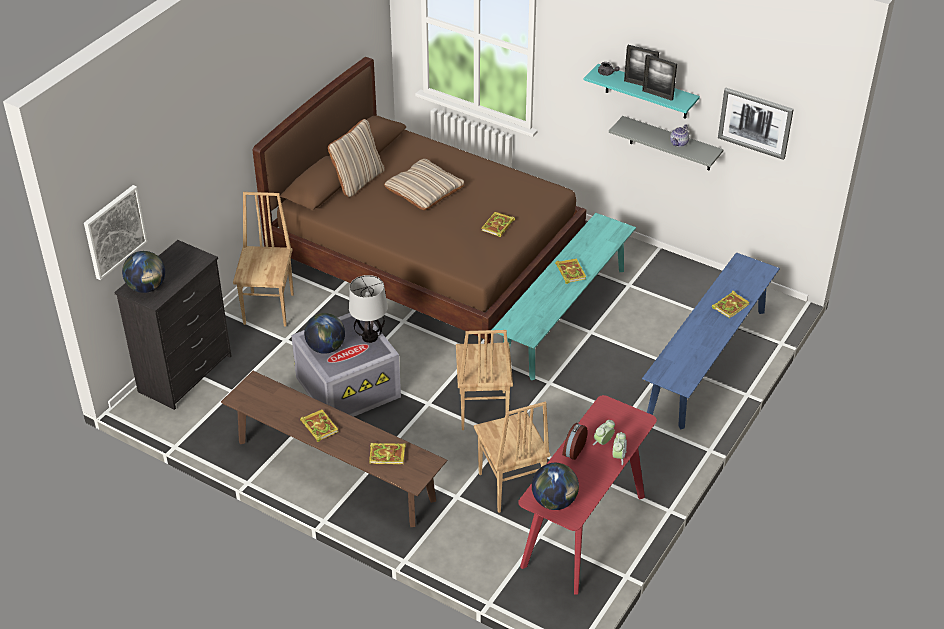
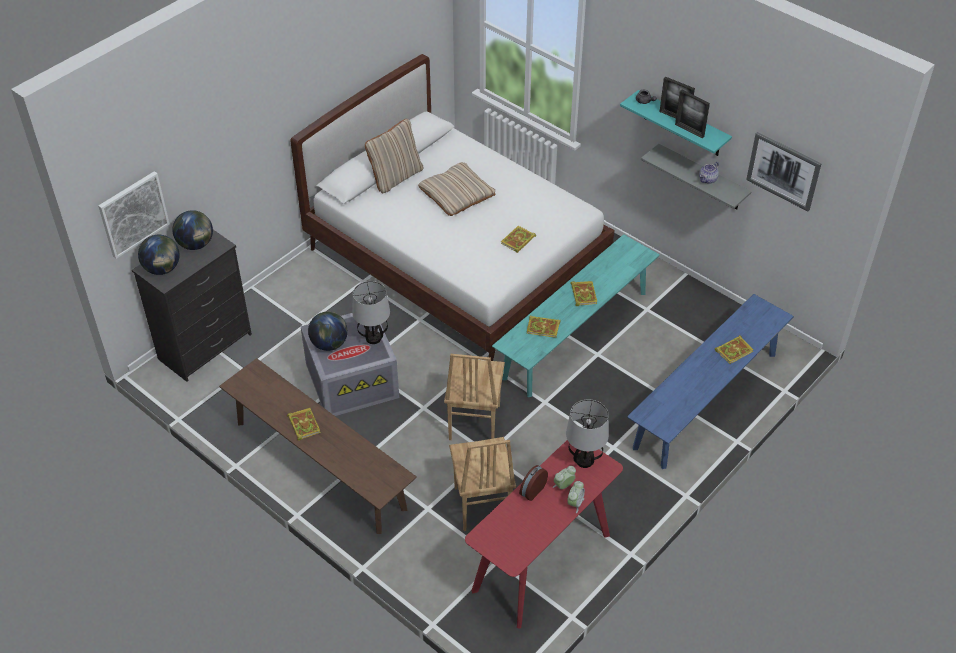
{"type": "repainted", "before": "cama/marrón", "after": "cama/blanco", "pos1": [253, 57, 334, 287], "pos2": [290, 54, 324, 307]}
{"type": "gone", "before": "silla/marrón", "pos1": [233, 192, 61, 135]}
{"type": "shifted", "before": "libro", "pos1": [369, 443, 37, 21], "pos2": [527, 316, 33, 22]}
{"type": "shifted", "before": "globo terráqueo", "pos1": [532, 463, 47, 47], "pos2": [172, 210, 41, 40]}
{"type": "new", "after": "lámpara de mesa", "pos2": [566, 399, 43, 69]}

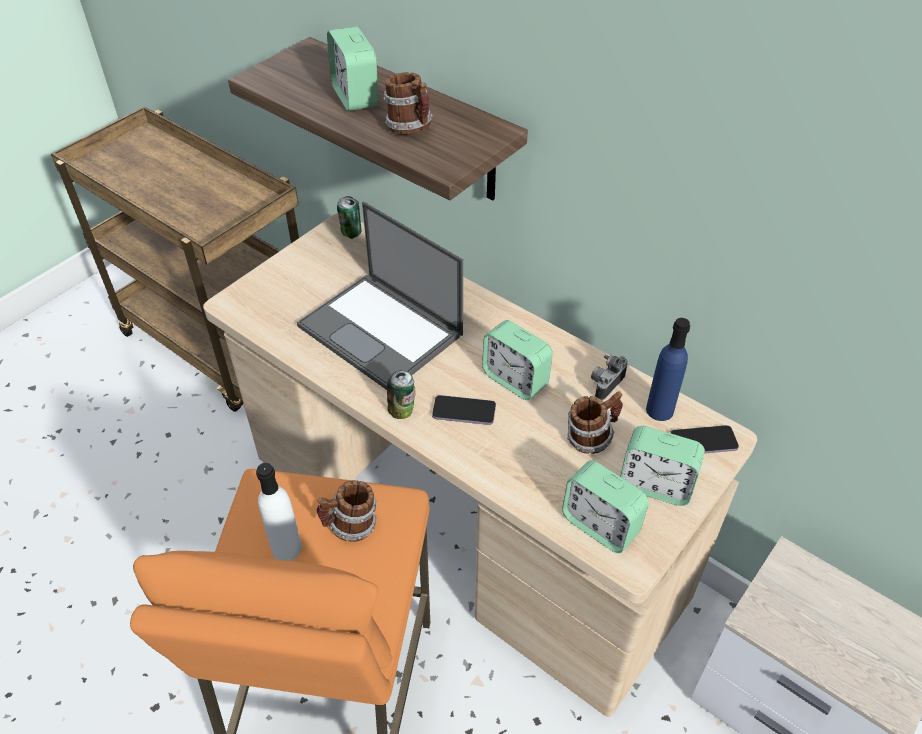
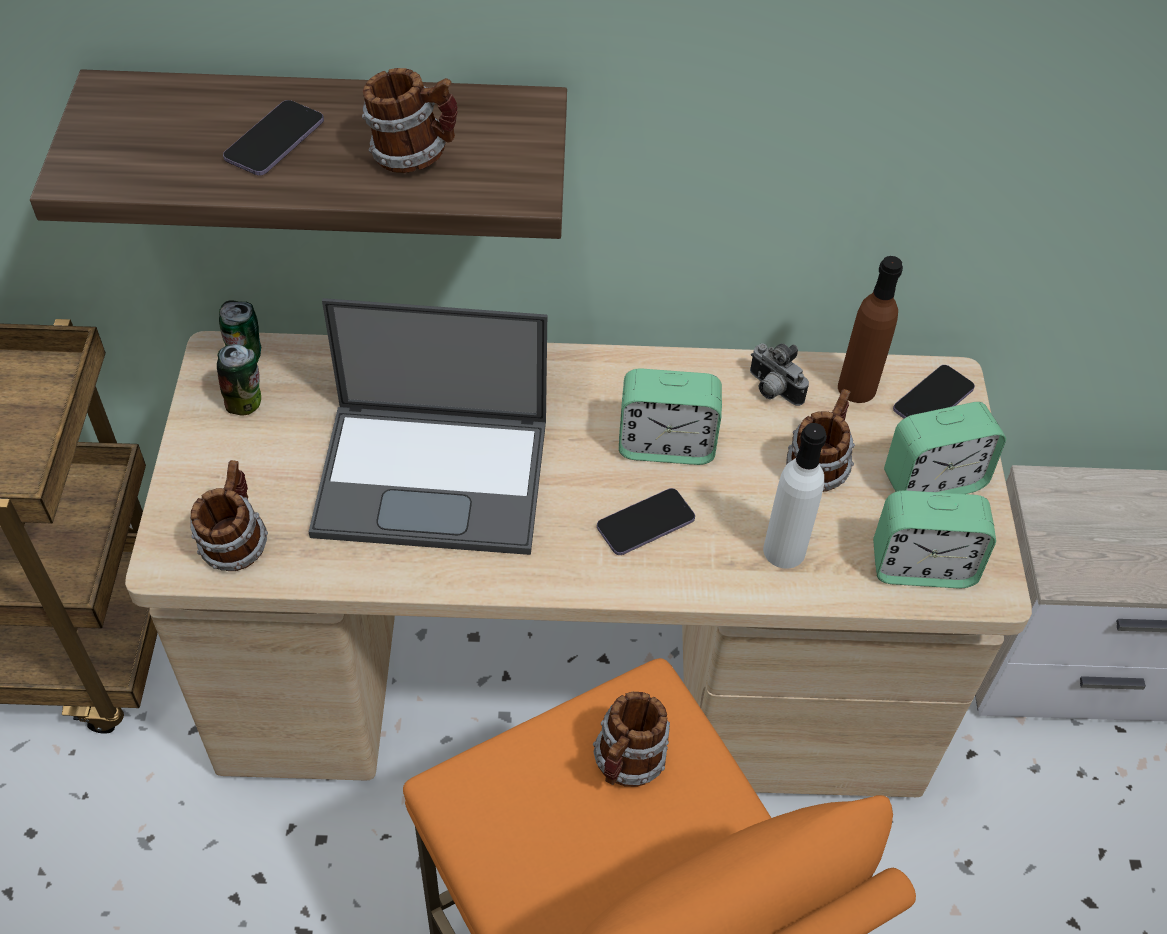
{"type": "swapped", "before": "despertador", "after": "móvil", "pos1": [327, 26, 51, 85], "pos2": [223, 100, 101, 76]}
{"type": "repainted", "before": "botella/azul", "after": "botella/marrón", "pos1": [646, 318, 44, 103], "pos2": [838, 256, 65, 147]}
{"type": "rotated", "before": "cámara", "pos1": [591, 355, 37, 46], "pos2": [750, 344, 59, 62], "turn": -45}
{"type": "shifted", "before": "lata", "pos1": [387, 370, 29, 49], "pos2": [217, 344, 44, 72]}
{"type": "shifted", "before": "botella/blanco", "pos1": [256, 463, 46, 98], "pos2": [763, 423, 64, 146]}
{"type": "new", "after": "taza grande", "pos2": [190, 460, 78, 111]}

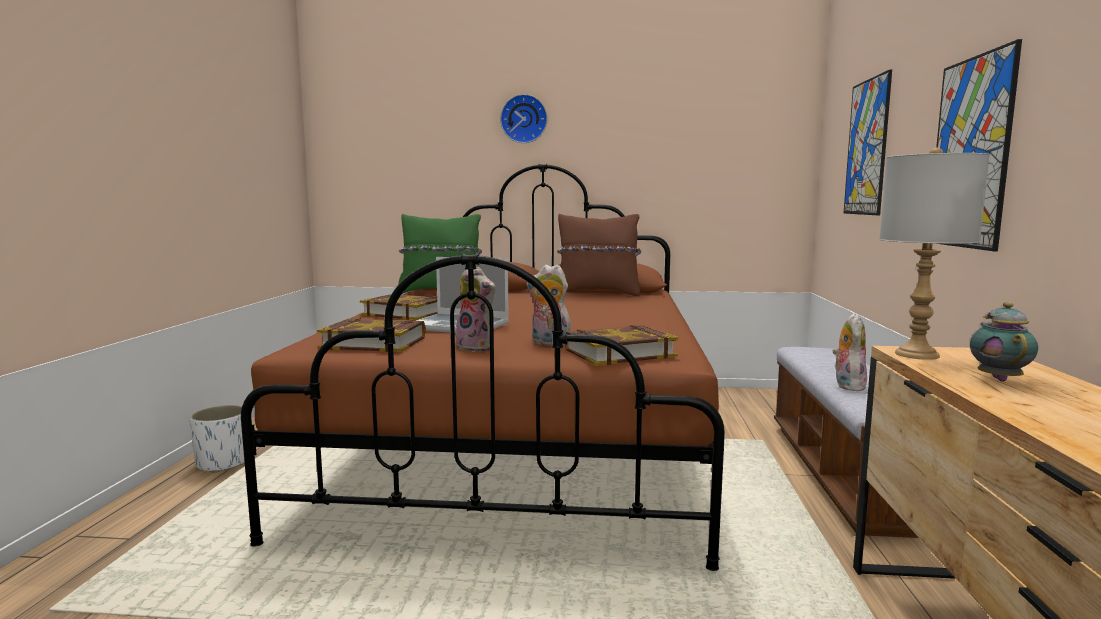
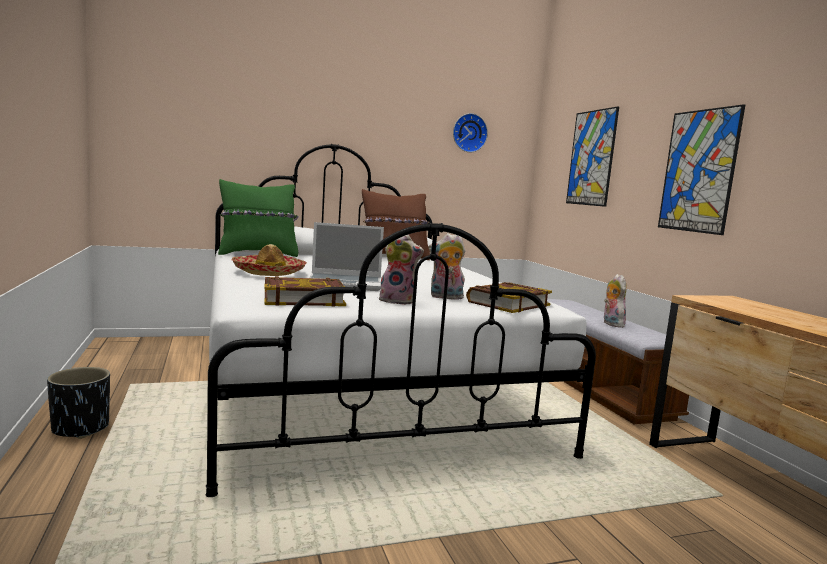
{"type": "shifted", "before": "reloj de pared", "pos1": [500, 94, 47, 49], "pos2": [453, 113, 35, 39]}
{"type": "gone", "before": "lámpara de mesa/gris", "pos1": [879, 148, 111, 212]}
{"type": "repainted", "before": "cama/marrón", "after": "cama/blanco", "pos1": [241, 164, 484, 407], "pos2": [206, 144, 390, 353]}
{"type": "swapped", "before": "libro", "after": "sombrero", "pos1": [360, 294, 78, 26], "pos2": [231, 244, 76, 32]}
{"type": "gone", "before": "tetera", "pos1": [970, 302, 68, 80]}
{"type": "repainted", "before": "maceta/blanco", "after": "maceta/negro", "pos1": [189, 405, 56, 68], "pos2": [47, 367, 63, 72]}

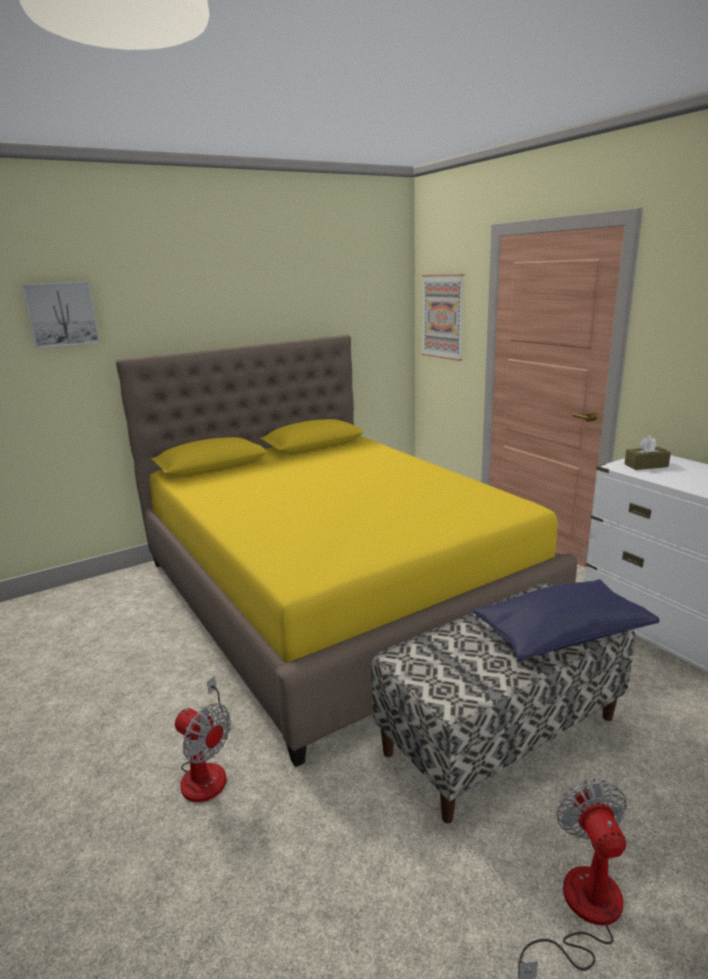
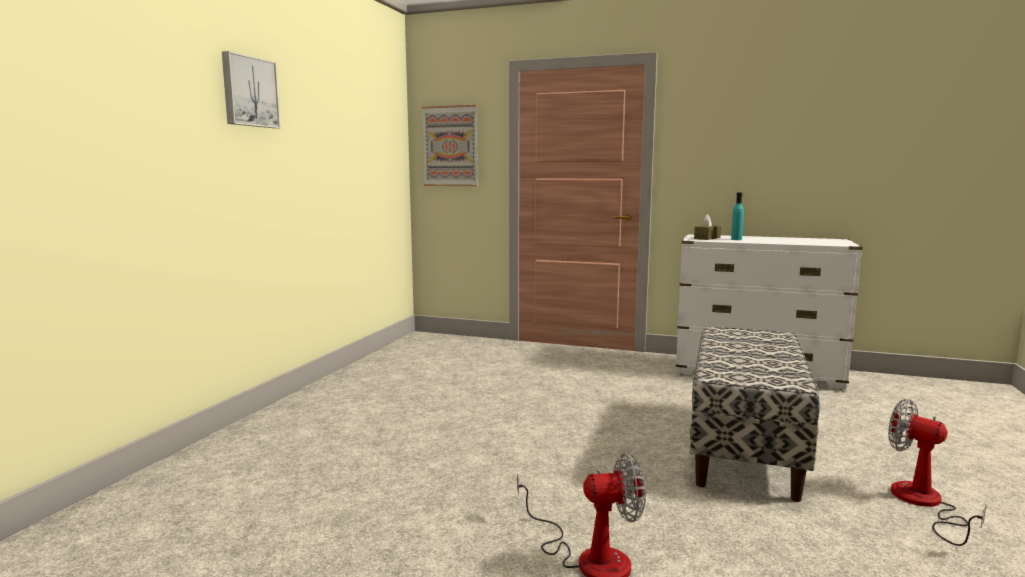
{"type": "shifted", "before": "cuadro", "pos1": [21, 282, 79, 66], "pos2": [222, 51, 58, 77]}
{"type": "gone", "before": "cama/amarillo", "pos1": [116, 335, 462, 432]}
{"type": "gone", "before": "cojín/azul", "pos1": [473, 579, 187, 81]}
{"type": "new", "after": "botella/turquesa", "pos2": [731, 192, 13, 48]}

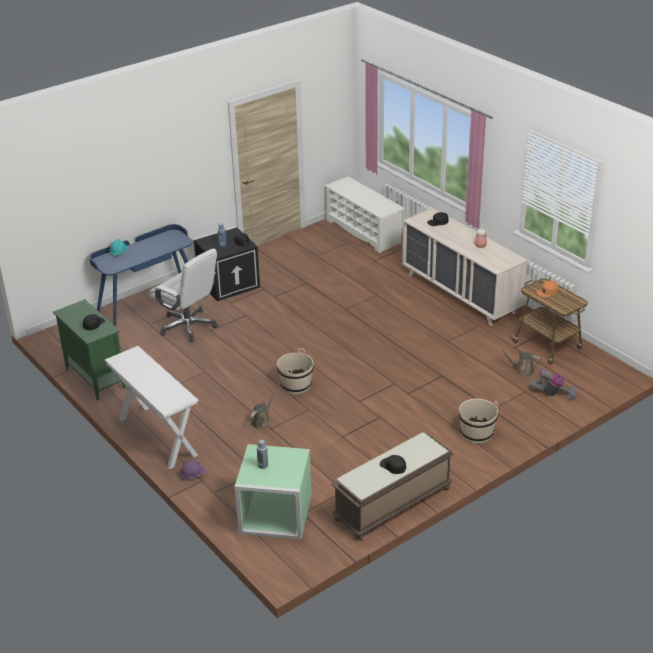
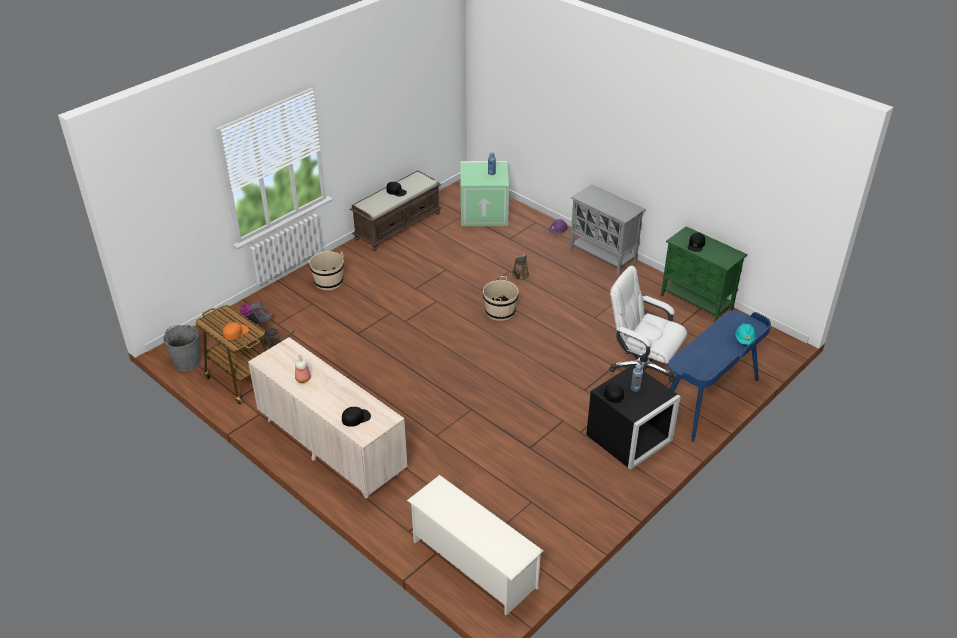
{"type": "swapped", "before": "mesa consola/blanco", "after": "armario/gris", "pos1": [104, 346, 95, 123], "pos2": [570, 184, 76, 92]}
{"type": "new", "after": "cubo/gris", "pos2": [163, 325, 38, 46]}

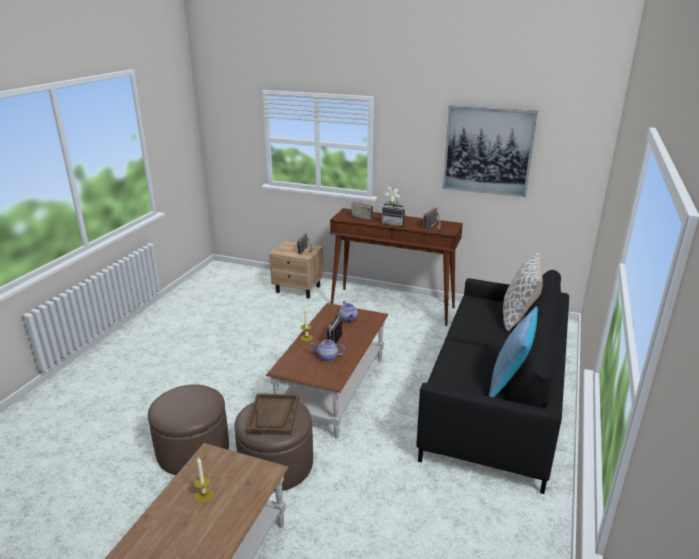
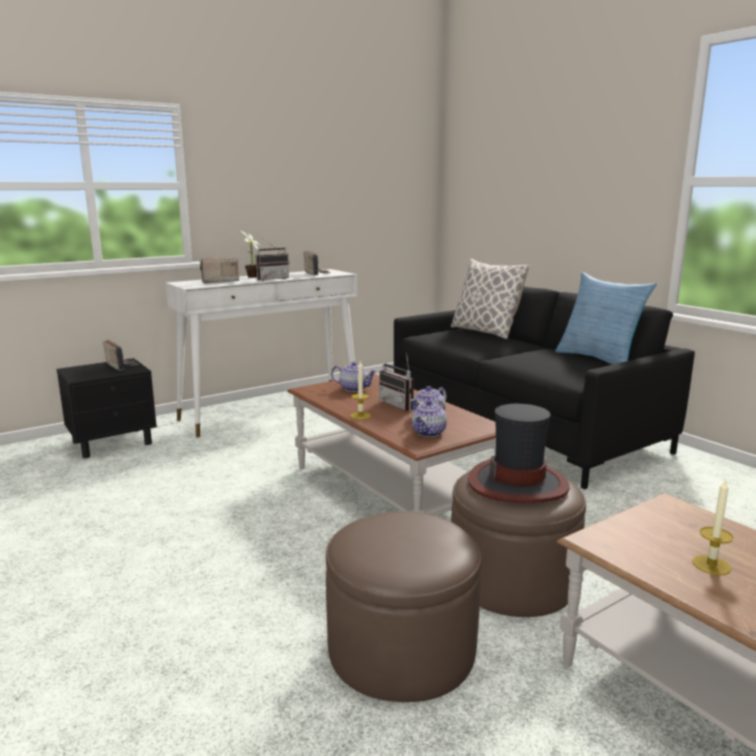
{"type": "gone", "before": "cuadro", "pos1": [443, 106, 95, 91]}
{"type": "repainted", "before": "mesa consola/marrón", "after": "mesa consola/blanco", "pos1": [330, 208, 133, 118], "pos2": [166, 269, 191, 168]}
{"type": "repainted", "before": "mesita de noche/beis", "after": "mesita de noche/negro", "pos1": [269, 241, 55, 57], "pos2": [57, 358, 100, 100]}
{"type": "swapped", "before": "bandeja/marrón", "after": "sombrero", "pos1": [246, 394, 52, 41], "pos2": [468, 404, 102, 99]}
{"type": "new", "after": "tetera", "pos2": [412, 400, 35, 37]}

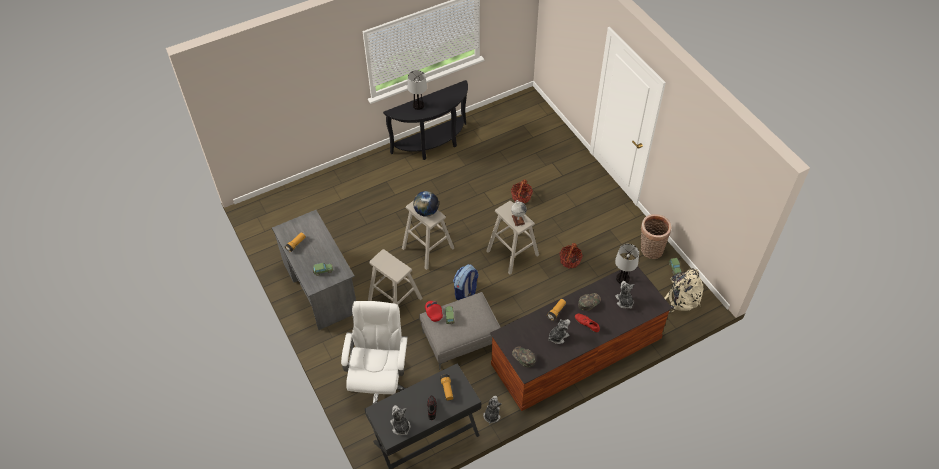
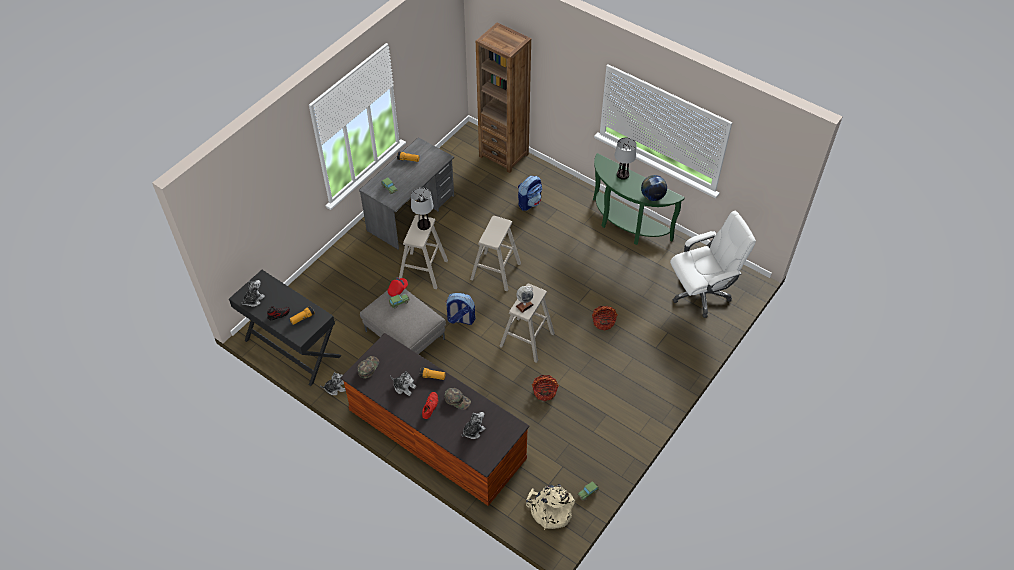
{"type": "repainted", "before": "mesa consola/negro", "after": "mesa consola/verde", "pos1": [383, 80, 85, 80], "pos2": [593, 153, 92, 92]}
{"type": "shifted", "before": "globo terráqueo", "pos1": [413, 191, 26, 26], "pos2": [641, 175, 26, 26]}
{"type": "gone", "before": "cesta", "pos1": [641, 214, 30, 45]}
{"type": "shifted", "before": "lámpara de mesa", "pos1": [615, 244, 24, 40], "pos2": [411, 188, 22, 42]}
{"type": "shifted", "before": "silla de oficina/blanco", "pos1": [341, 301, 67, 103], "pos2": [670, 211, 86, 107]}
{"type": "new", "after": "estantería/marrón", "pos2": [476, 23, 55, 150]}
{"type": "new", "after": "mochila", "pos2": [518, 176, 24, 35]}

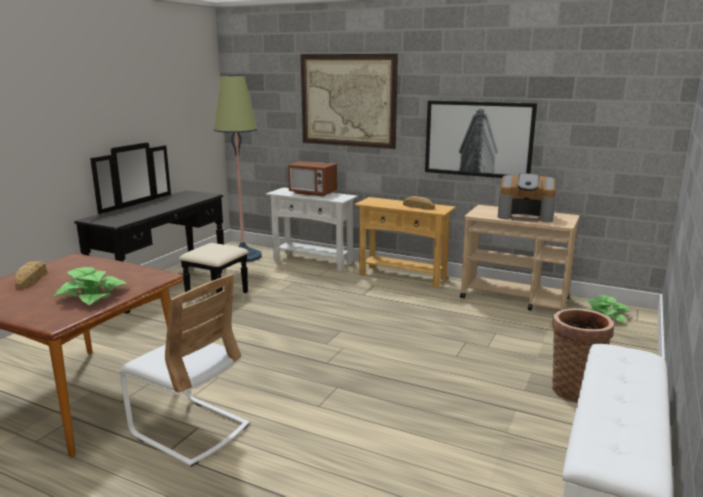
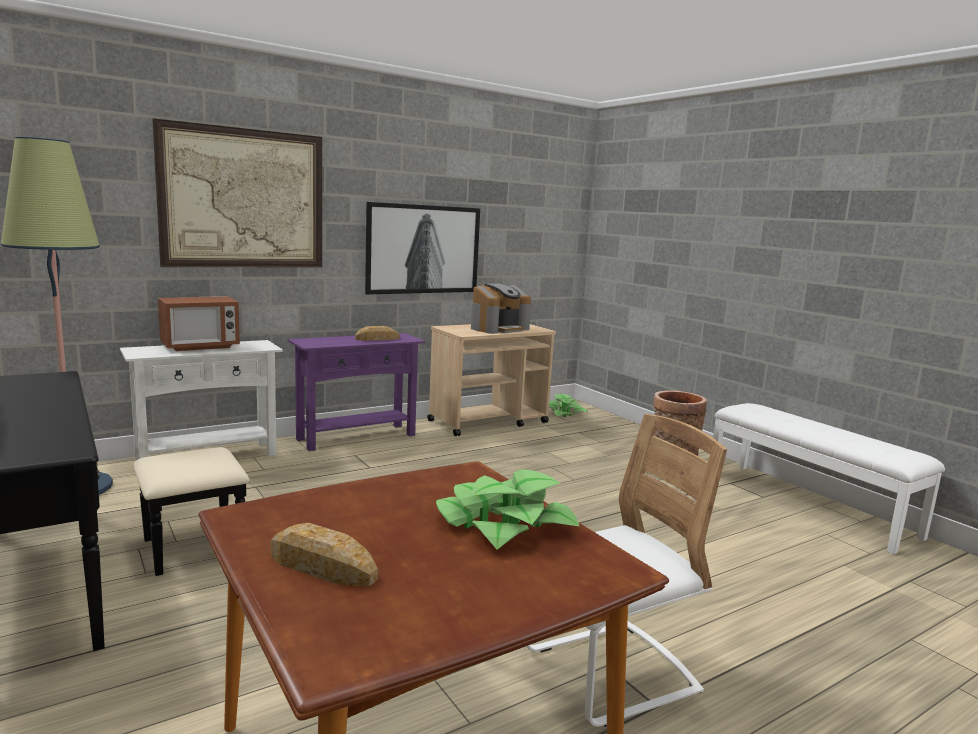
{"type": "repainted", "before": "mesa consola/beis", "after": "mesa consola/morado", "pos1": [354, 197, 102, 91], "pos2": [288, 333, 137, 118]}

